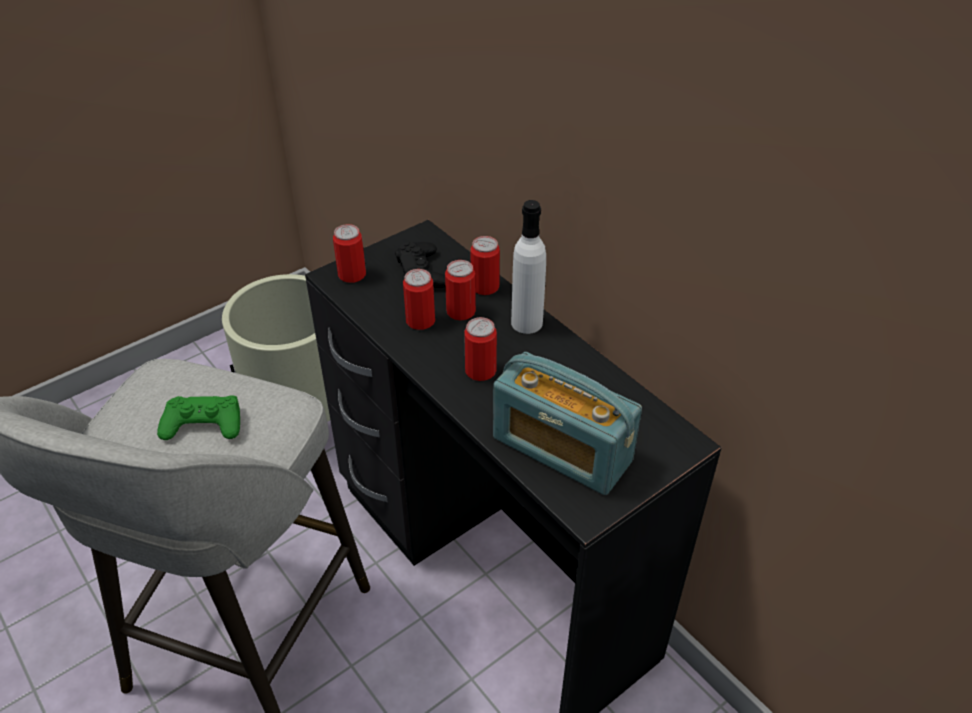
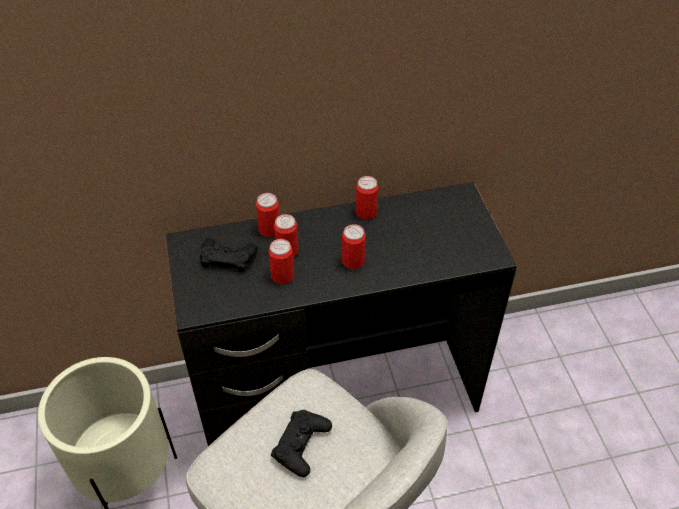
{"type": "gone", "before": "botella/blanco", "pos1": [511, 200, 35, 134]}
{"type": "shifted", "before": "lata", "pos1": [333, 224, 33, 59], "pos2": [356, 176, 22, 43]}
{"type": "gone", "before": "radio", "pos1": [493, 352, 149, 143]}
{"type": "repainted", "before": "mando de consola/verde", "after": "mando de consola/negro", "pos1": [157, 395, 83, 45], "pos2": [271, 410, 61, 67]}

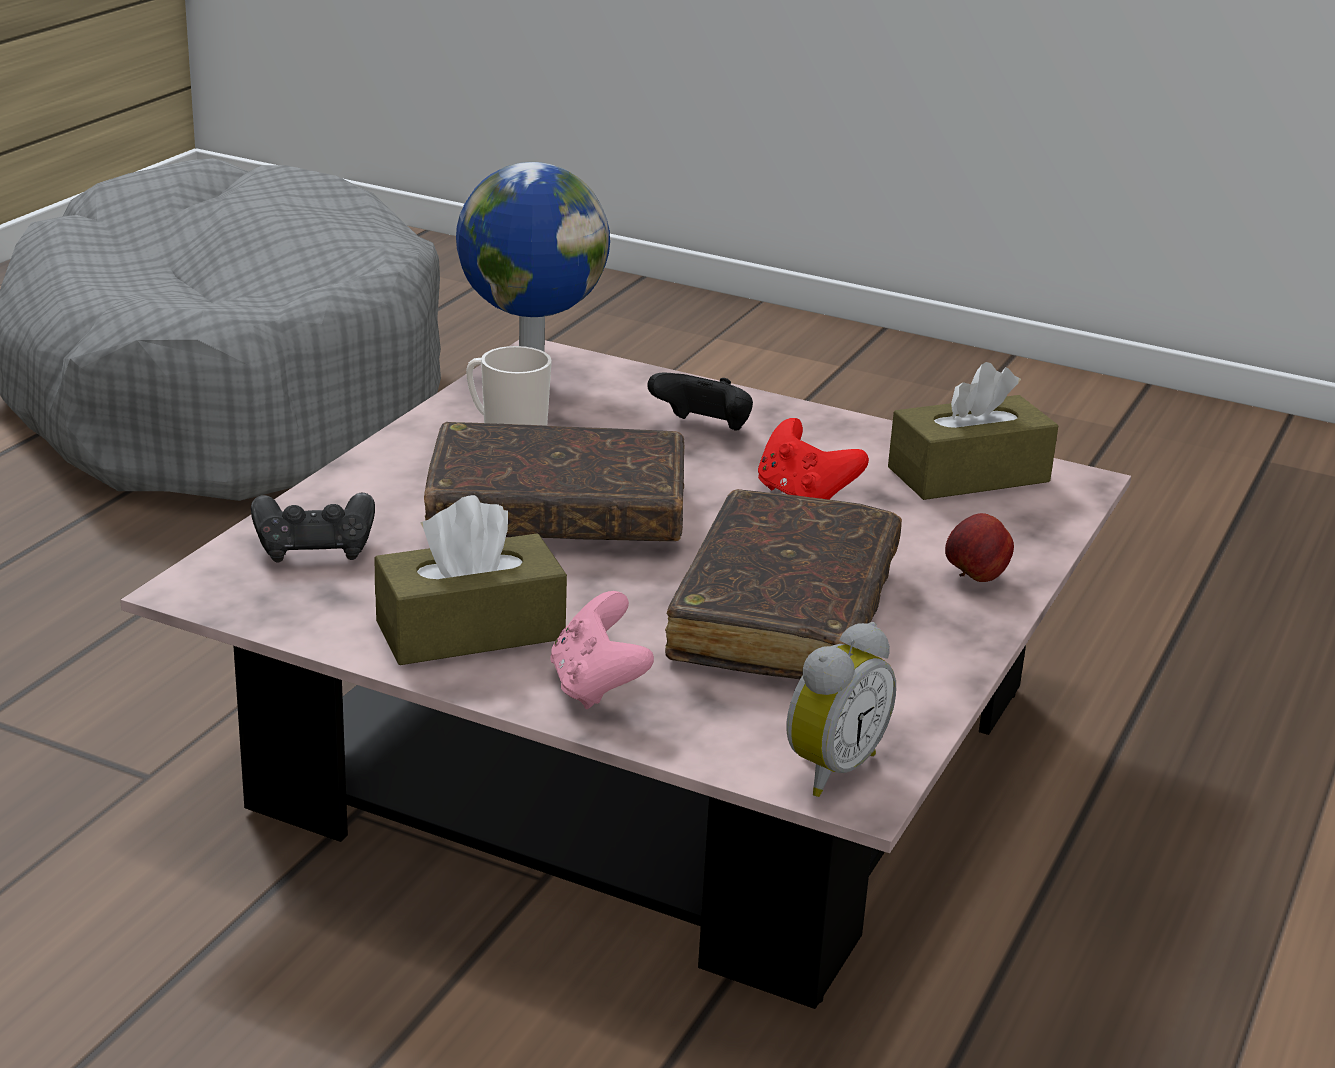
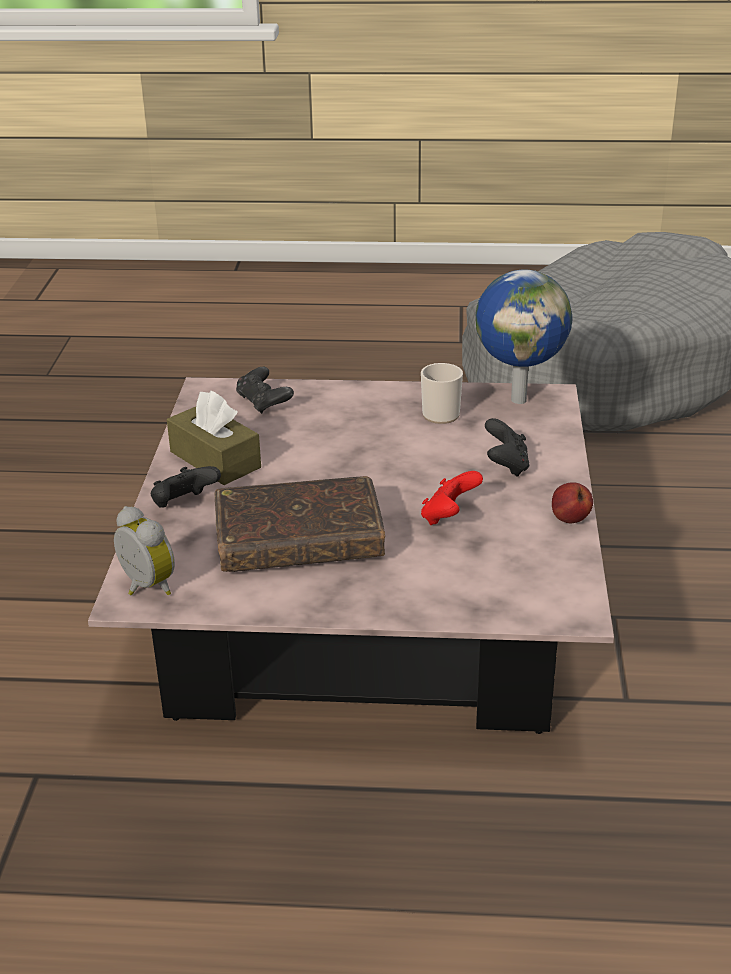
{"type": "gone", "before": "caja de pañuelos/marrón", "pos1": [888, 362, 171, 138]}
{"type": "gone", "before": "libro/marrón", "pos1": [424, 422, 260, 119]}
{"type": "shifted", "before": "manzana", "pos1": [945, 513, 69, 69], "pos2": [552, 482, 41, 41]}
{"type": "repainted", "before": "mando de consola/rosa", "after": "mando de consola/negro", "pos1": [551, 591, 103, 118], "pos2": [151, 466, 70, 42]}
{"type": "rotated", "before": "despertador", "pos1": [786, 622, 110, 175], "pos2": [114, 506, 61, 90], "turn": -150}

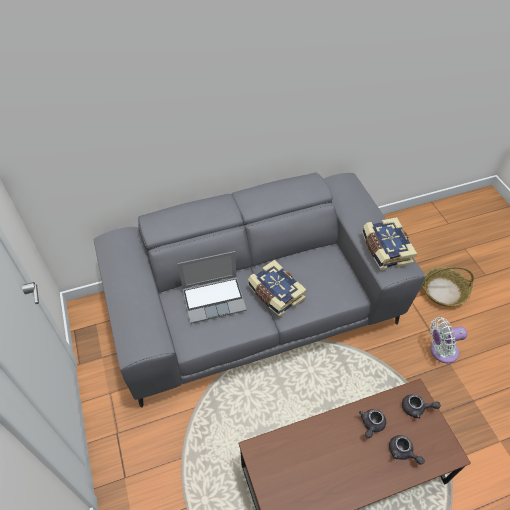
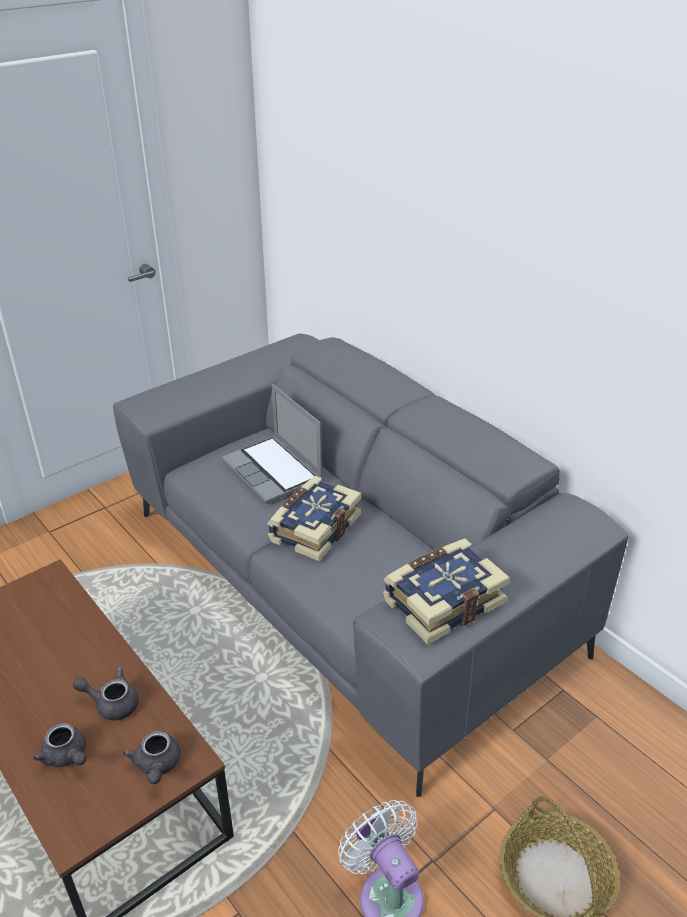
{"type": "rotated", "before": "tetera/gris", "pos1": [389, 435, 36, 30], "pos2": [34, 723, 53, 44], "turn": -75}

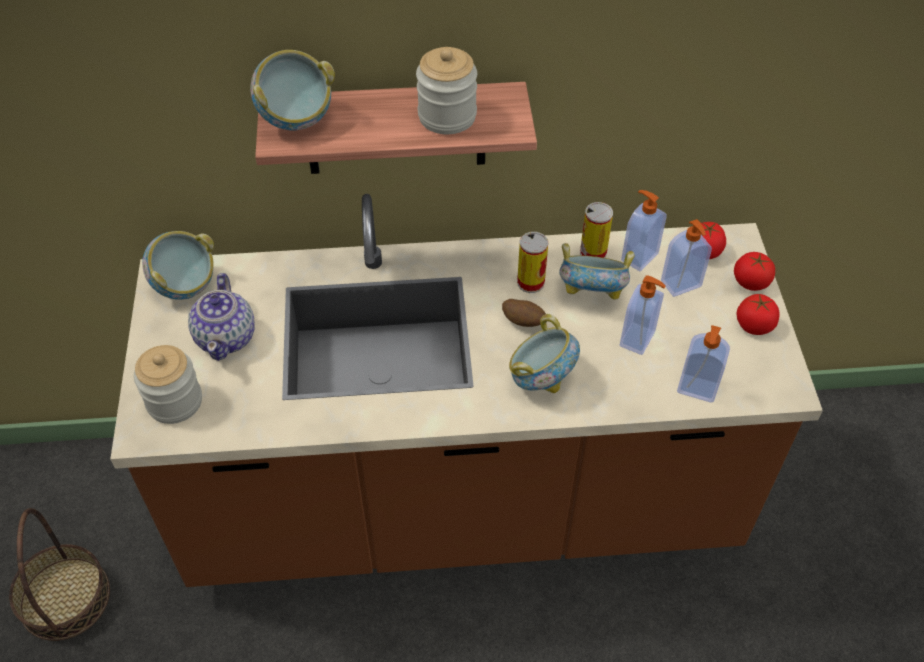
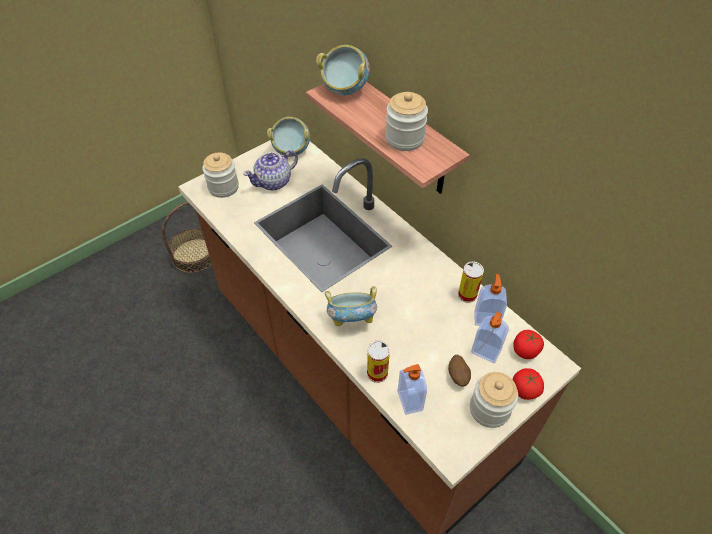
{"type": "shifted", "before": "lata", "pos1": [517, 232, 31, 61], "pos2": [367, 340, 23, 43]}
{"type": "gone", "before": "cuenco", "pos1": [559, 243, 76, 57]}
{"type": "gone", "before": "dispensador de jabón", "pos1": [620, 275, 46, 80]}
{"type": "swapped", "before": "tomate", "after": "tarro", "pos1": [736, 294, 43, 41], "pos2": [470, 372, 48, 56]}
{"type": "shifted", "before": "patata", "pos1": [502, 299, 44, 28], "pos2": [448, 355, 23, 32]}

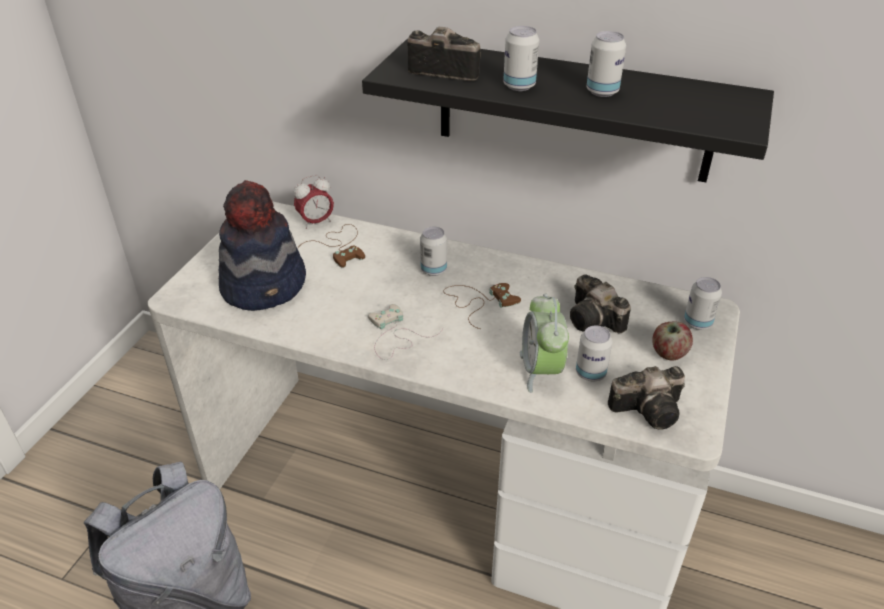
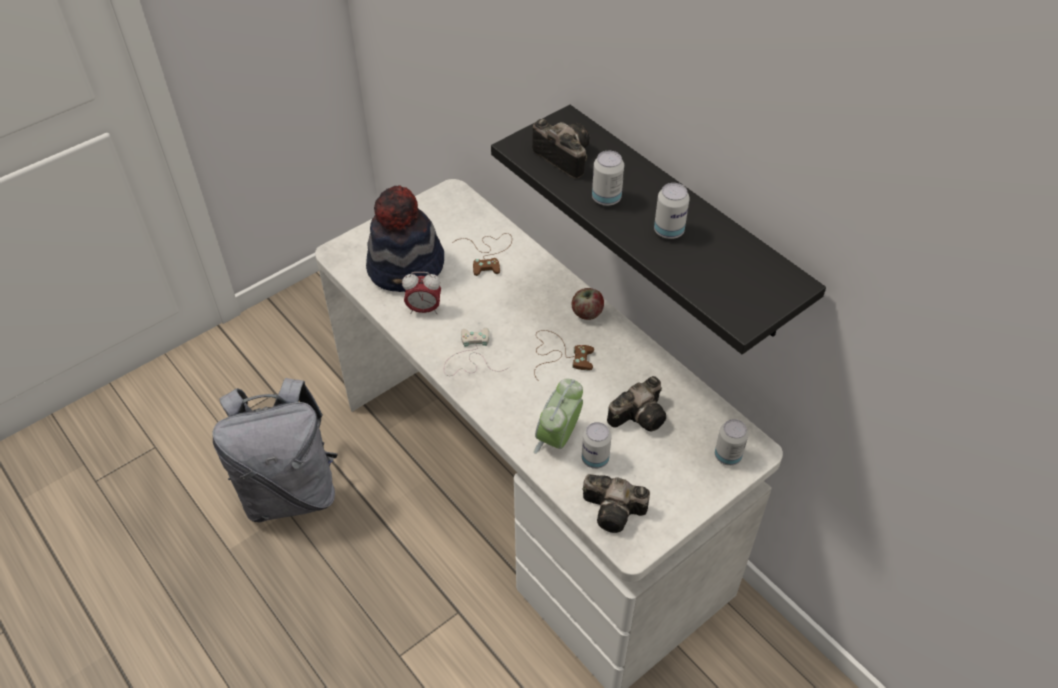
{"type": "shifted", "before": "despertador", "pos1": [294, 175, 40, 54], "pos2": [402, 272, 39, 42]}
{"type": "gone", "before": "lata", "pos1": [420, 227, 27, 49]}
{"type": "rotated", "before": "cámara", "pos1": [570, 274, 61, 59], "pos2": [607, 376, 59, 55], "turn": -120}
{"type": "shifted", "before": "manzana", "pos1": [652, 321, 41, 39], "pos2": [572, 288, 32, 32]}

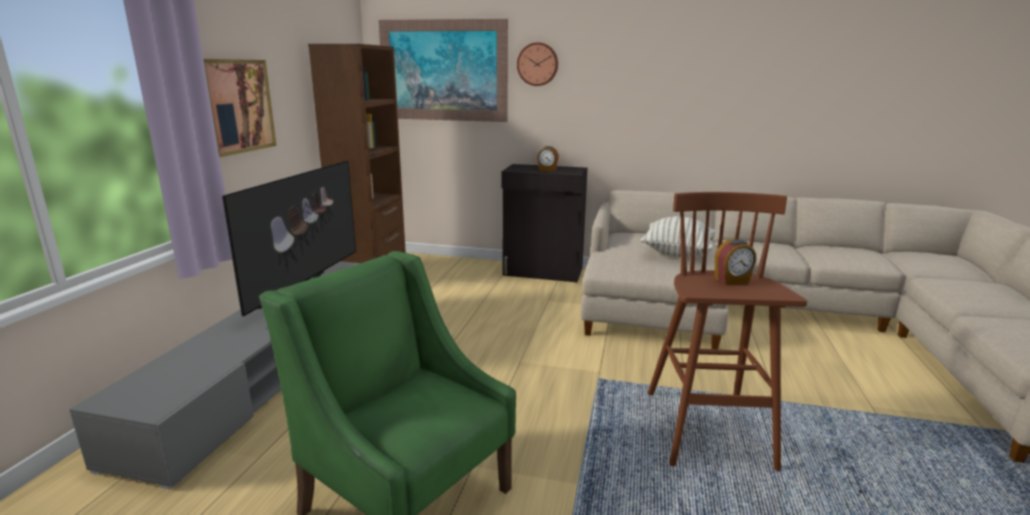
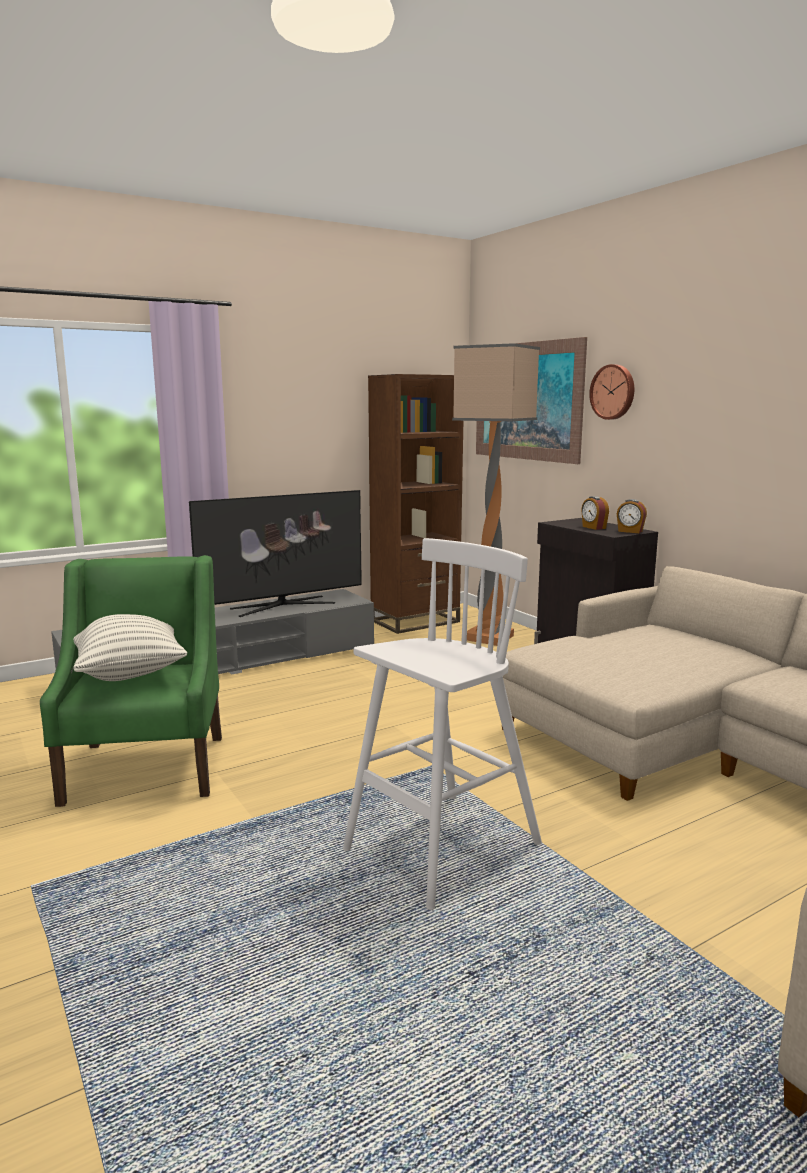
{"type": "gone", "before": "cuadro", "pos1": [203, 59, 74, 99]}
{"type": "repainted", "before": "taburete/marrón", "after": "taburete/blanco", "pos1": [648, 192, 159, 279], "pos2": [343, 538, 199, 372]}
{"type": "shifted", "before": "cojín", "pos1": [640, 216, 75, 42], "pos2": [73, 614, 114, 67]}
{"type": "shifted", "before": "despertador", "pos1": [714, 239, 43, 46], "pos2": [617, 499, 30, 34]}
{"type": "new", "after": "lámpara de pie", "pos2": [452, 343, 88, 303]}

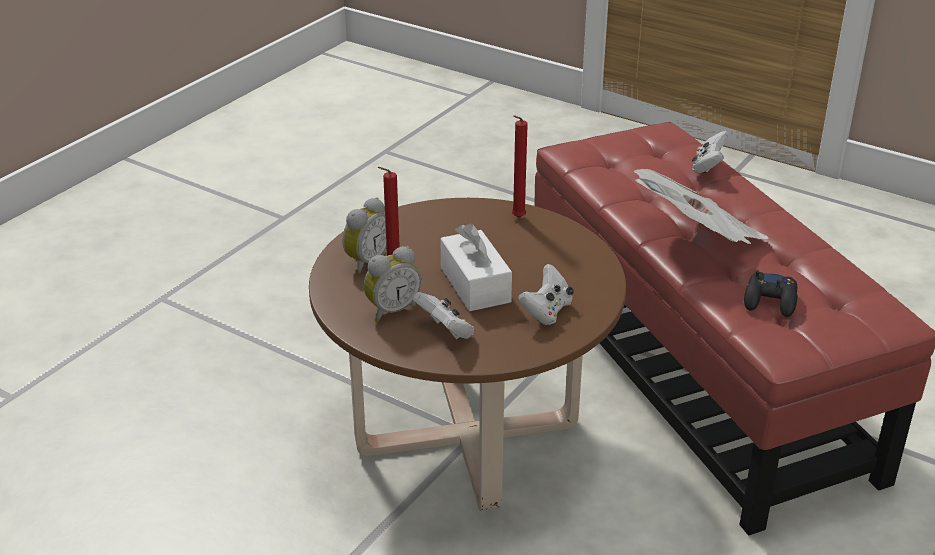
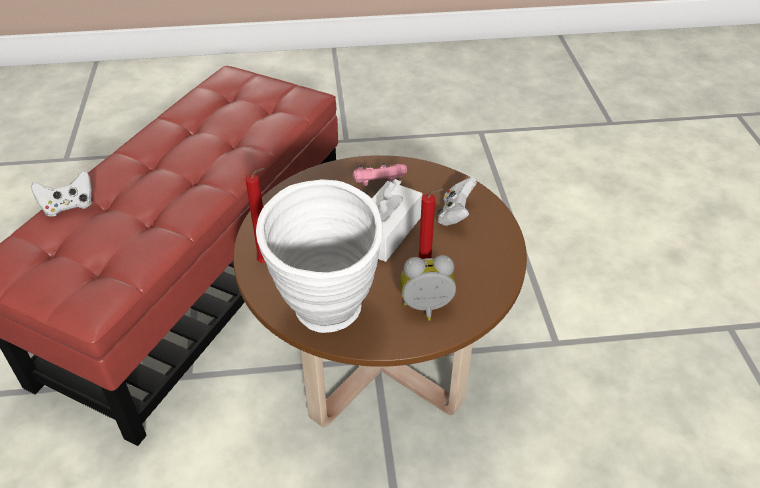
{"type": "gone", "before": "periódico", "pos1": [634, 169, 135, 75]}
{"type": "gone", "before": "despertador", "pos1": [364, 246, 57, 76]}
{"type": "repainted", "before": "mando de consola/blanco", "after": "mando de consola/rosa", "pos1": [518, 264, 56, 61], "pos2": [353, 163, 54, 23]}
{"type": "gone", "before": "mando de consola/negro", "pos1": [744, 270, 54, 47]}
{"type": "new", "after": "florero/blanco", "pos2": [256, 179, 127, 154]}

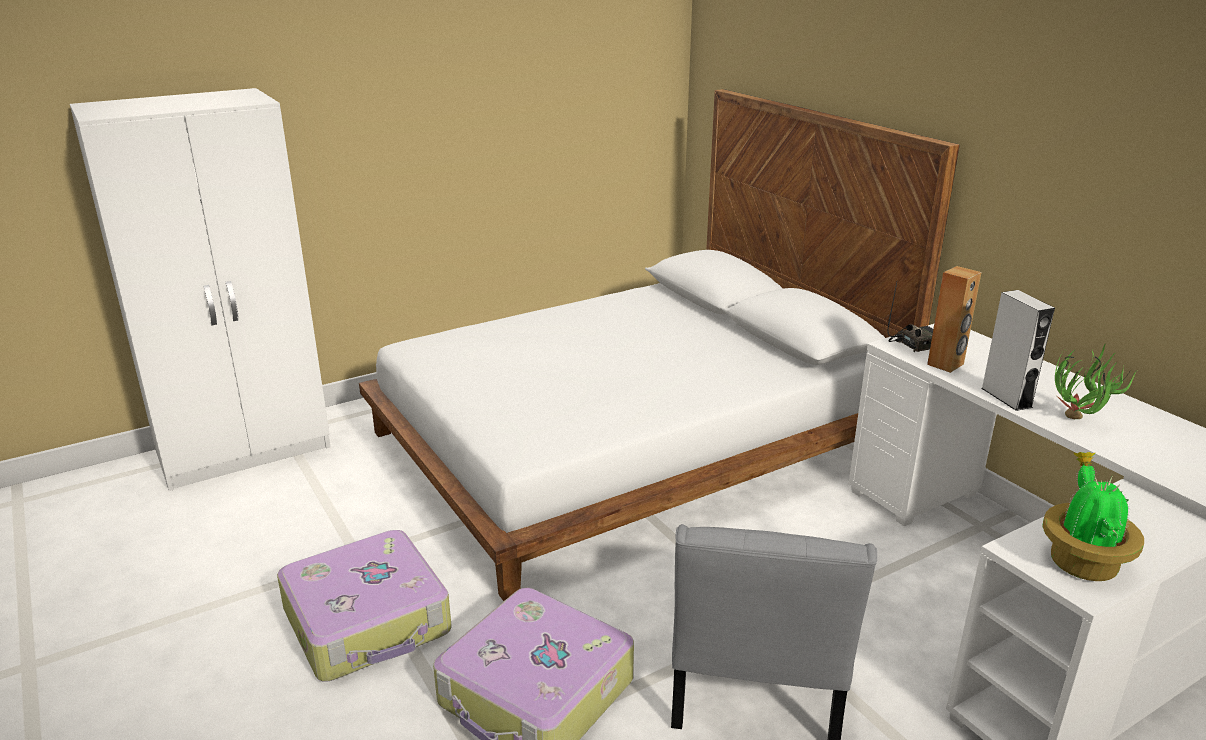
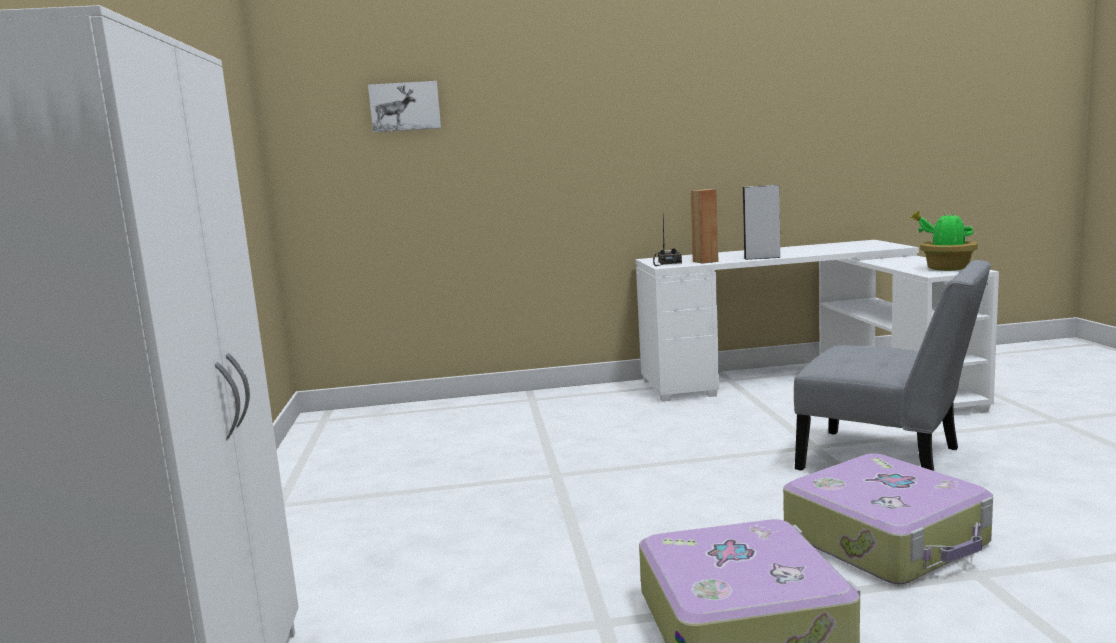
{"type": "gone", "before": "cama/blanco", "pos1": [359, 89, 601, 512]}
{"type": "gone", "before": "planta en maceta", "pos1": [1055, 345, 83, 74]}
{"type": "new", "after": "cuadro", "pos2": [368, 81, 73, 51]}

